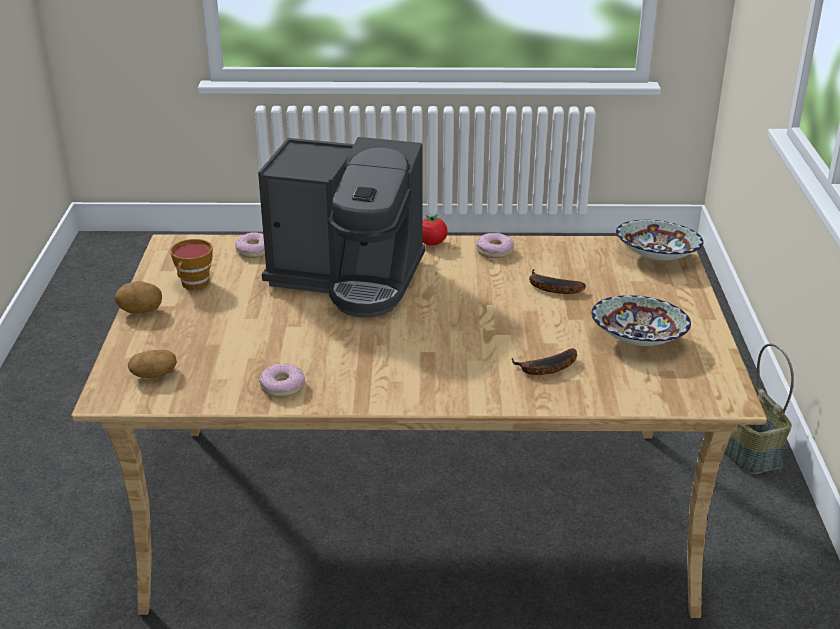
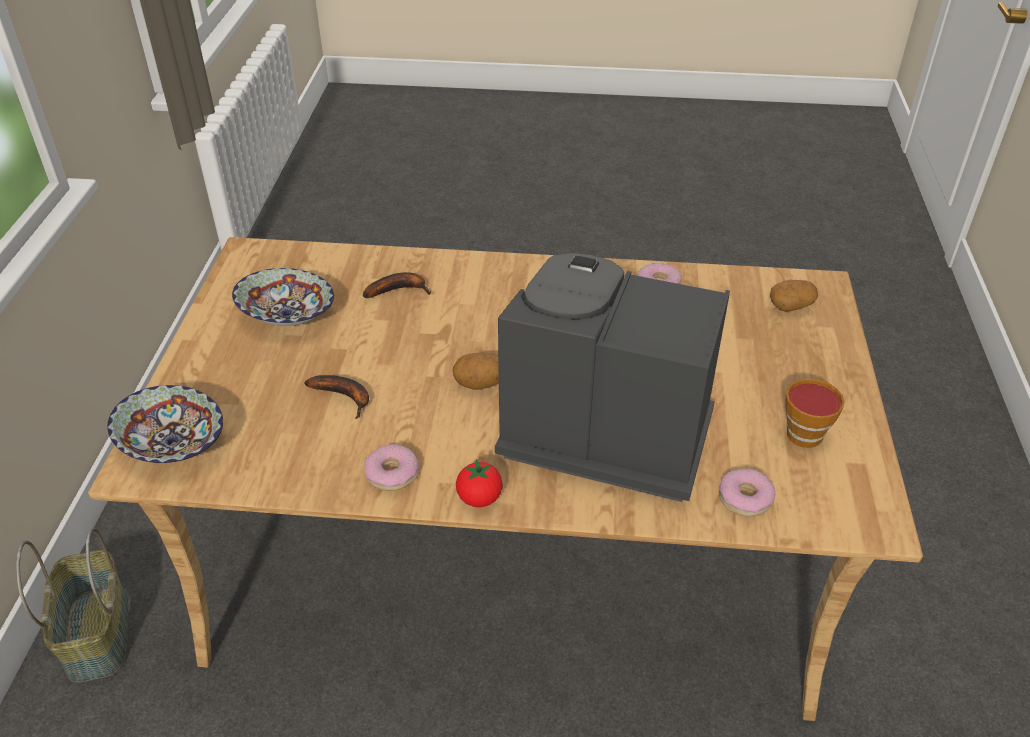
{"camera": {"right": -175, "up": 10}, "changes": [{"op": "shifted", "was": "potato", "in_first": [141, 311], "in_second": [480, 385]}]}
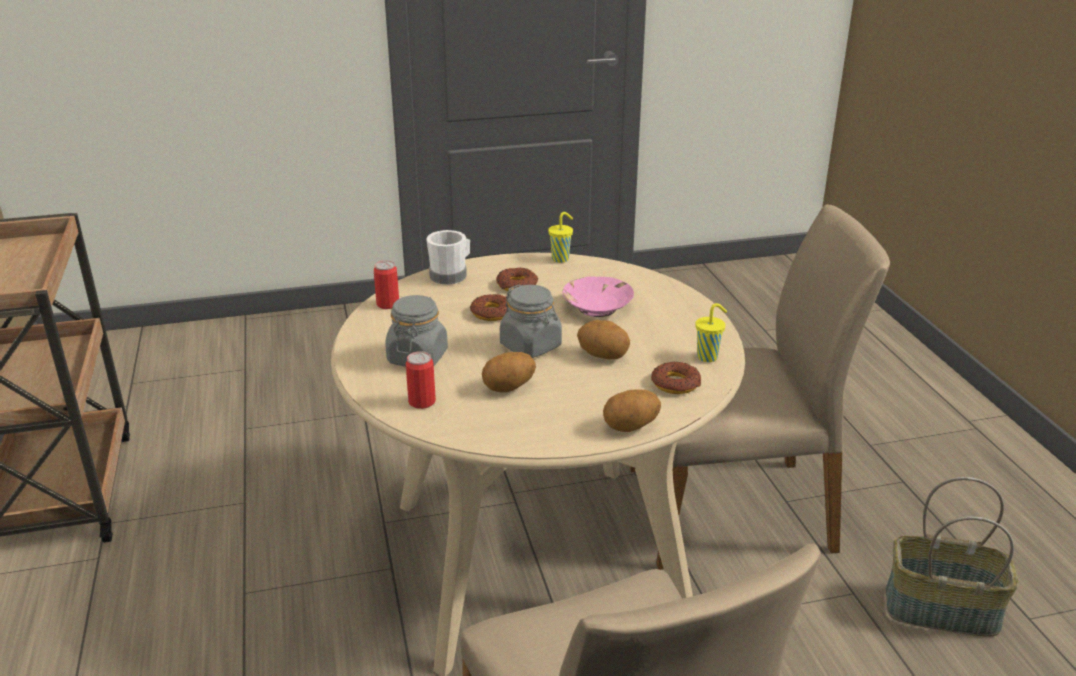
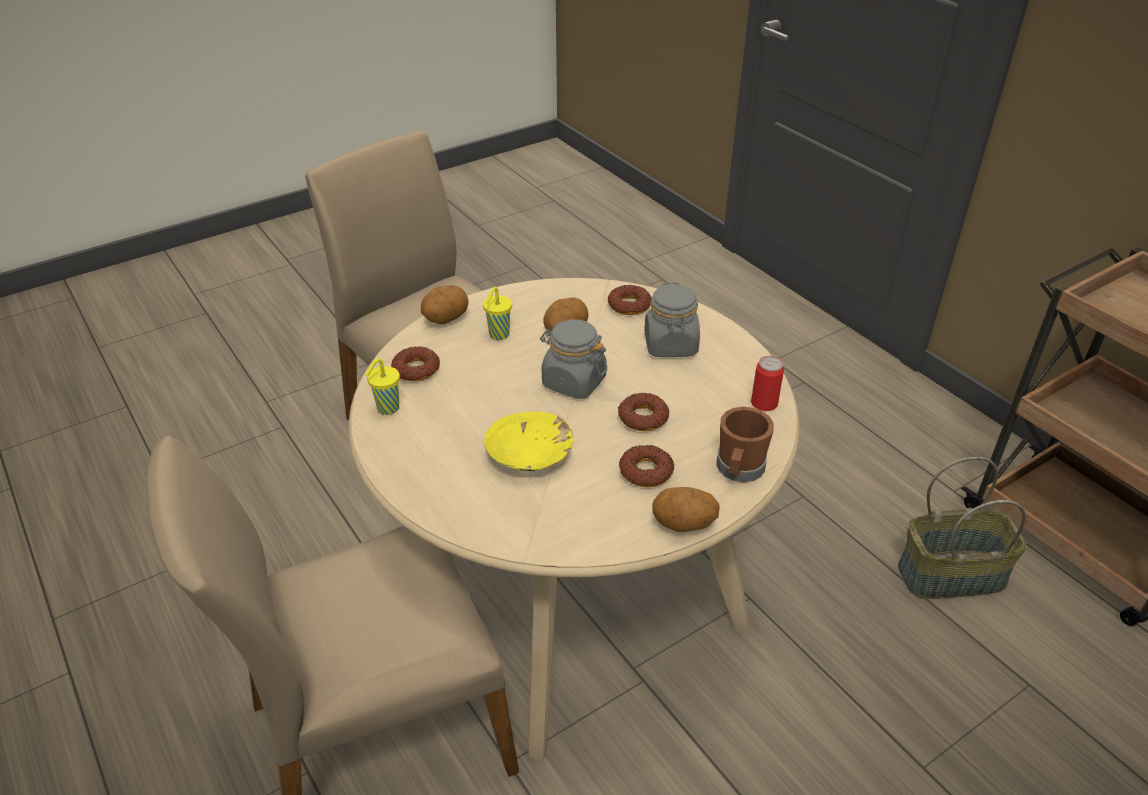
{"camera": {"right": 160, "up": 10}, "changes": [{"op": "shifted", "was": "yellow cup", "in_first": [561, 259], "in_second": [498, 335]}, {"op": "repainted", "was": "white mug", "now": "brown mug", "in_first": [451, 275], "in_second": [738, 470]}, {"op": "repainted", "was": "pink bowl", "now": "yellow bowl", "in_first": [597, 307], "in_second": [530, 455]}, {"op": "shifted", "was": "potato", "in_first": [603, 355], "in_second": [683, 525]}, {"op": "swapped", "was": "can", "now": "donut", "in_first": [422, 402], "in_second": [629, 305]}, {"op": "shifted", "was": "basket", "in_first": [940, 611], "in_second": [951, 574]}]}
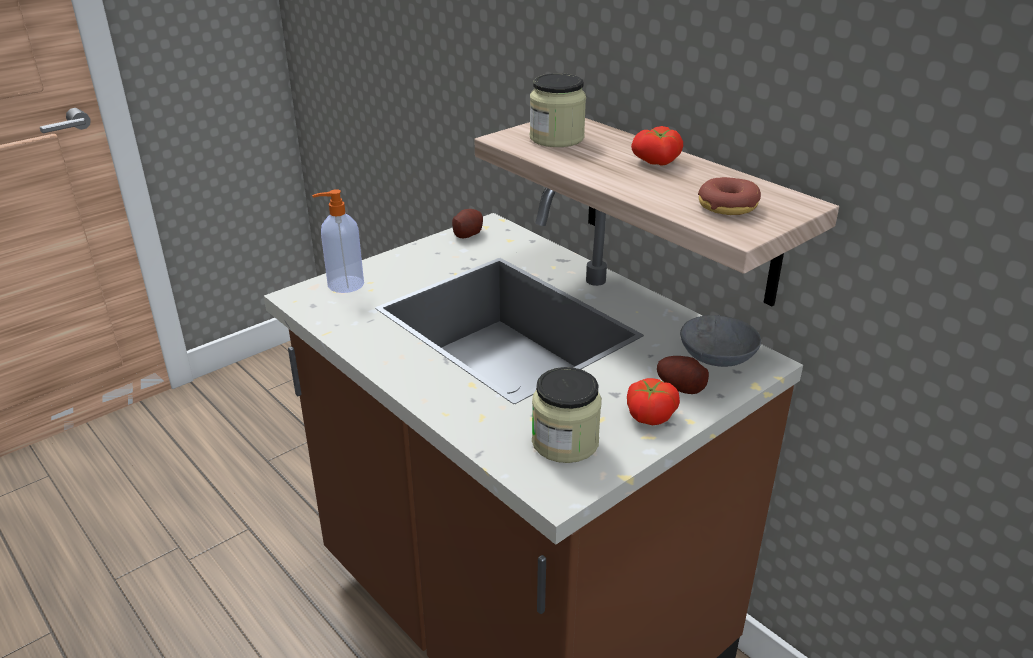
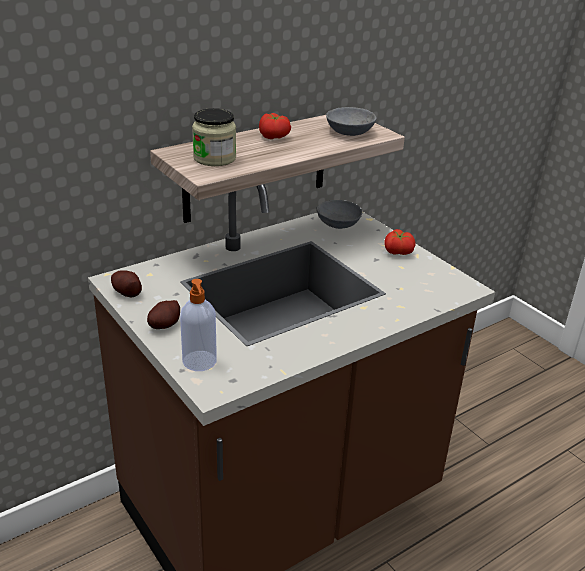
{"camera": {"right": -85, "up": 0}, "changes": [{"op": "swapped", "was": "donut", "now": "grey bowl", "in_first": [727, 206], "in_second": [348, 131]}, {"op": "shifted", "was": "potato", "in_first": [680, 387], "in_second": [164, 325]}, {"op": "gone", "was": "jar", "in_first": [565, 442]}]}
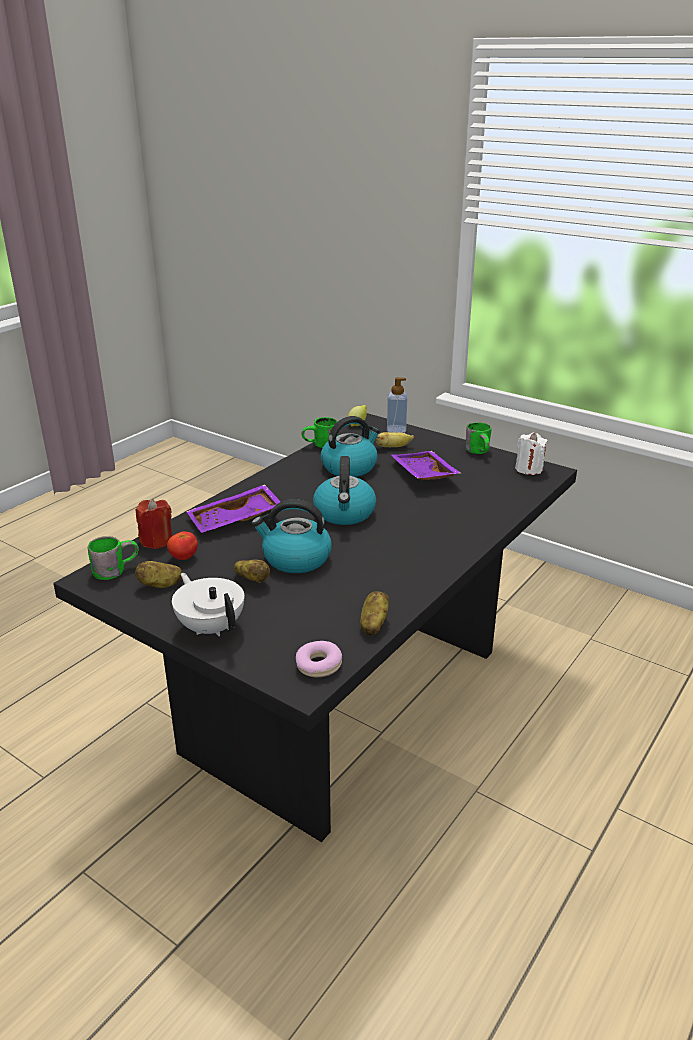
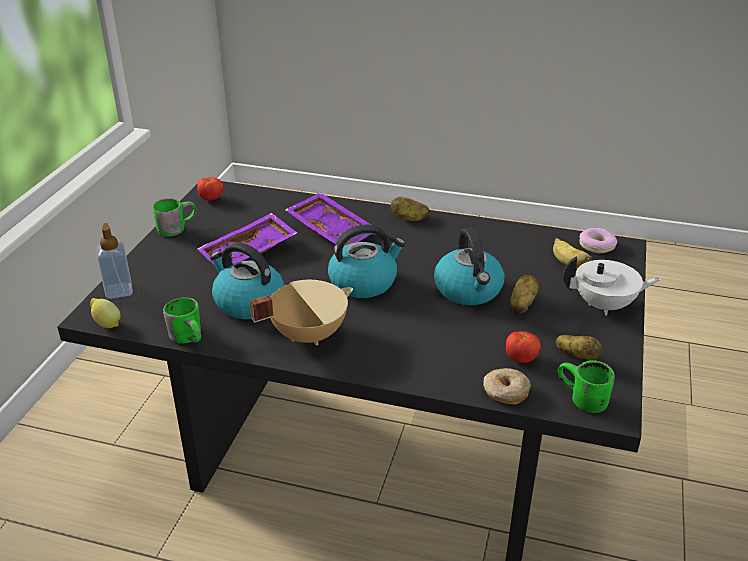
{"camera": {"right": -110, "up": 5}, "changes": [{"op": "shifted", "was": "banana", "in_first": [393, 447], "in_second": [567, 263]}, {"op": "swapped", "was": "white candle", "now": "tomato", "in_first": [529, 469], "in_second": [211, 199]}, {"op": "shifted", "was": "purple tray", "in_first": [235, 520], "in_second": [333, 230]}, {"op": "swapped", "was": "red candle", "now": "donut", "in_first": [156, 540], "in_second": [505, 392]}, {"op": "rotated", "was": "white teapot", "in_first": [211, 627], "in_second": [604, 305], "clockwise": -120}, {"op": "shifted", "was": "potato", "in_first": [373, 624], "in_second": [409, 218]}, {"op": "new", "now": "beige cooking pot", "in_second": [307, 334]}]}
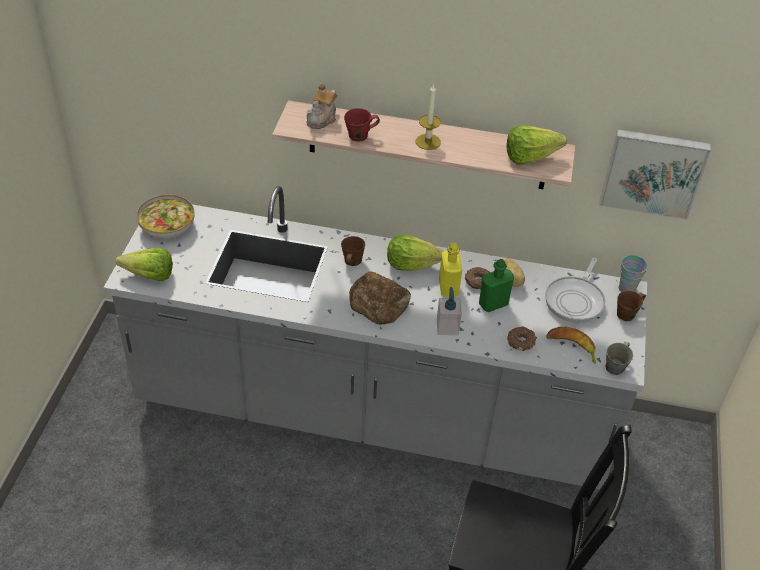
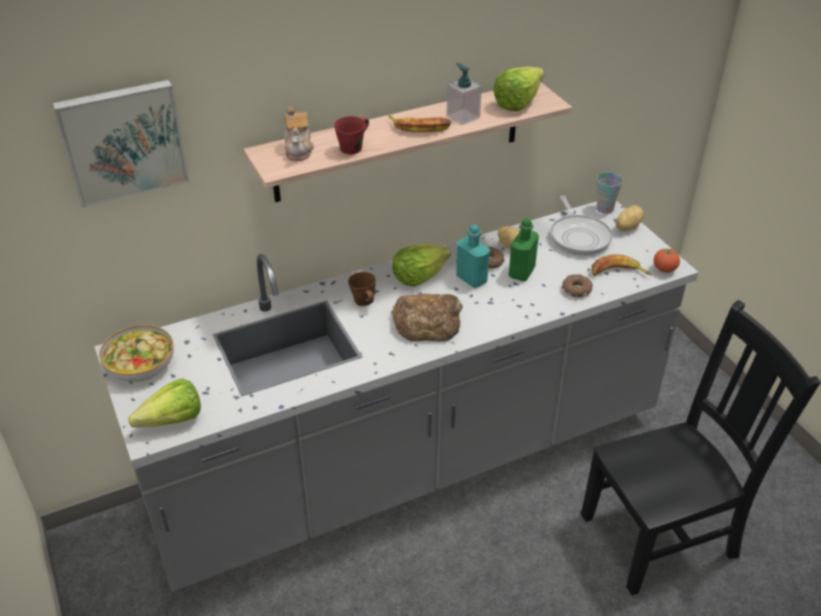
{"camera": {"right": -35, "up": -5}, "changes": [{"op": "swapped", "was": "candle", "now": "banana", "in_first": [428, 142], "in_second": [419, 127]}, {"op": "shifted", "was": "picture", "in_first": [653, 172], "in_second": [123, 141]}, {"op": "repainted", "was": "yellow bottle", "now": "turquoise bottle", "in_first": [448, 288], "in_second": [471, 279]}, {"op": "shifted", "was": "soap dispenser", "in_first": [447, 327], "in_second": [463, 117]}, {"op": "swapped", "was": "brown mug", "now": "potato", "in_first": [626, 314], "in_second": [626, 227]}, {"op": "swapped", "was": "grey mug", "now": "tomato", "in_first": [615, 367], "in_second": [664, 269]}]}
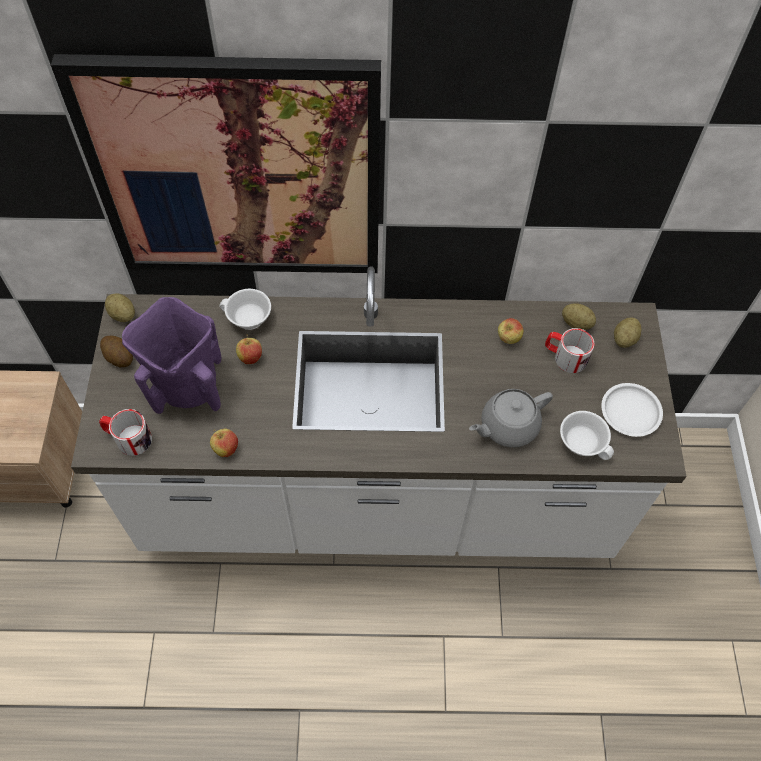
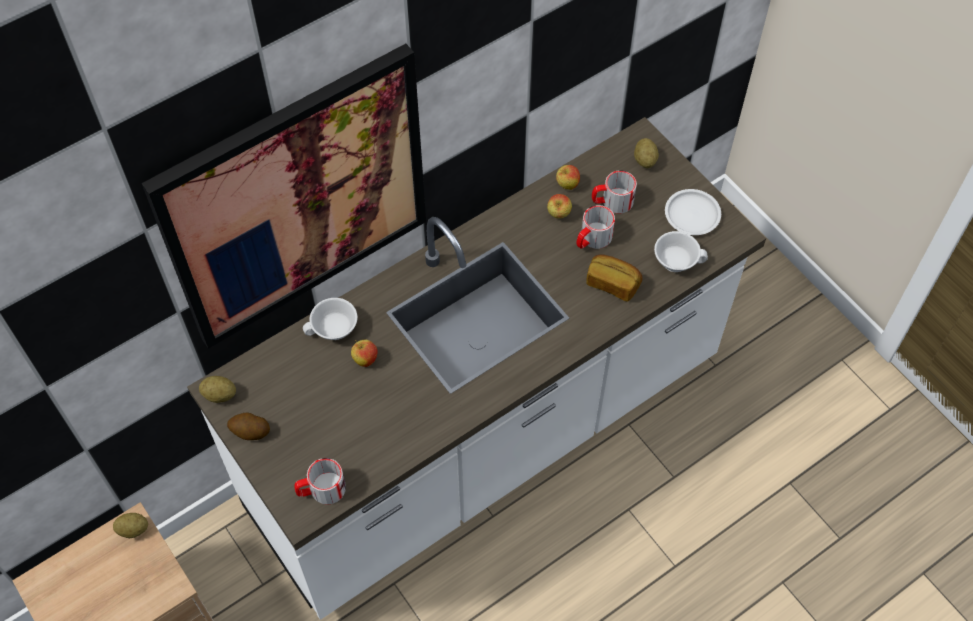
{"camera": {"right": -35, "up": 0}, "changes": [{"op": "gone", "was": "purple vase", "in_first": [186, 385]}, {"op": "shifted", "was": "potato", "in_first": [576, 323], "in_second": [133, 529]}, {"op": "swapped", "was": "grey teapot", "now": "bread", "in_first": [507, 426], "in_second": [613, 283]}, {"op": "shifted", "was": "apple", "in_first": [226, 449], "in_second": [567, 185]}, {"op": "new", "now": "mug", "in_second": [592, 239]}]}
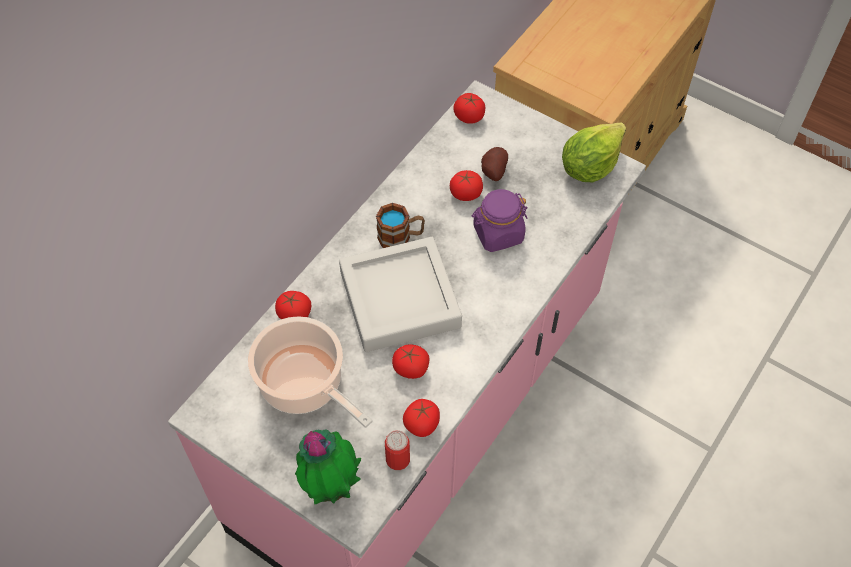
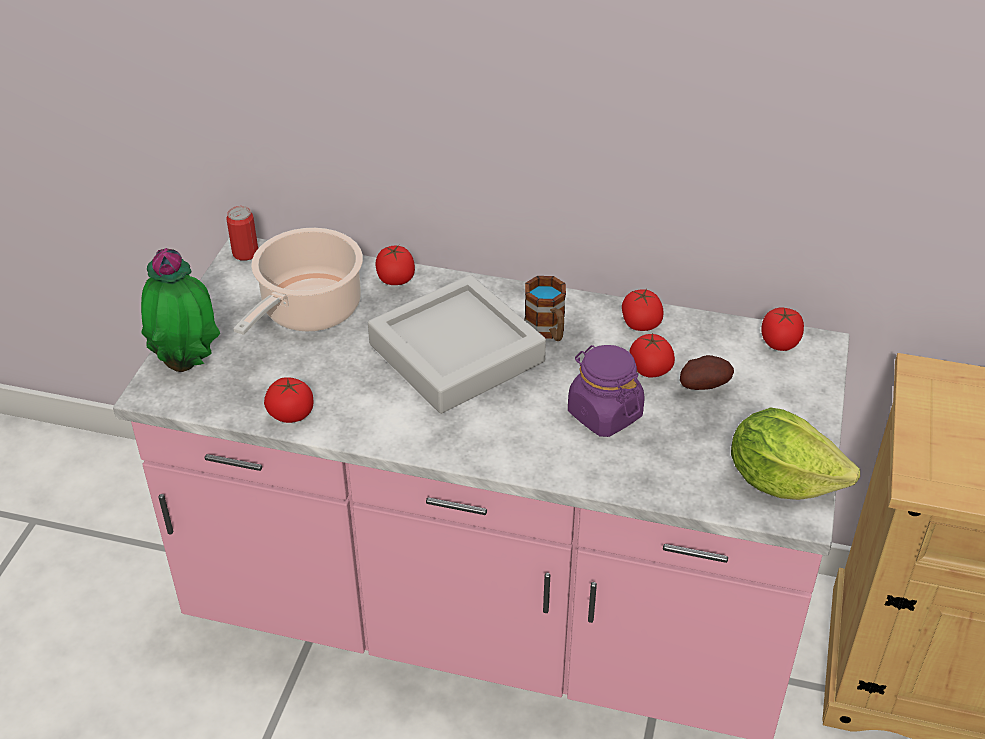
{"camera": {"right": 70, "up": -15}, "changes": [{"op": "shifted", "was": "tomato", "in_first": [410, 368], "in_second": [640, 324]}, {"op": "shifted", "was": "can", "in_first": [398, 459], "in_second": [245, 253]}]}
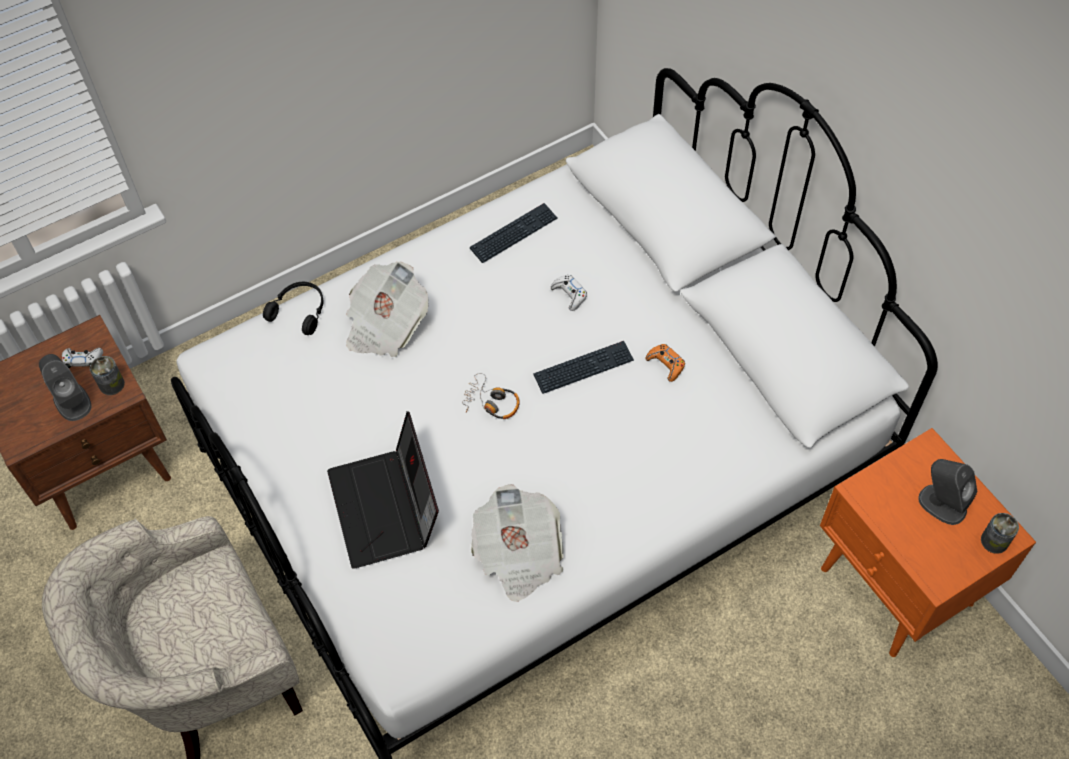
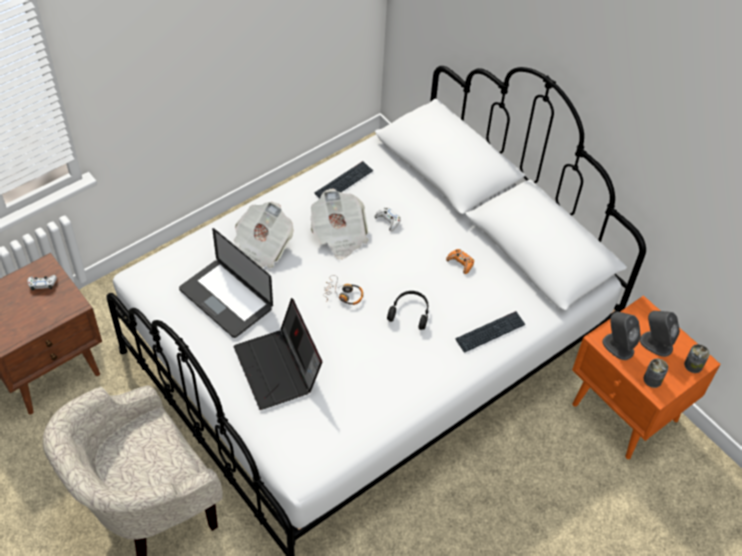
{"camera": {"right": -10, "up": -5}, "changes": [{"op": "shifted", "was": "black headphones", "in_first": [300, 311], "in_second": [410, 312]}, {"op": "shifted", "was": "keyboard", "in_first": [583, 368], "in_second": [490, 332]}, {"op": "shifted", "was": "grey speaker", "in_first": [72, 401], "in_second": [617, 346]}, {"op": "shifted", "was": "can", "in_first": [112, 384], "in_second": [652, 379]}, {"op": "shifted", "was": "newspaper", "in_first": [518, 555], "in_second": [339, 235]}, {"op": "new", "now": "laptop", "in_second": [226, 299]}]}
